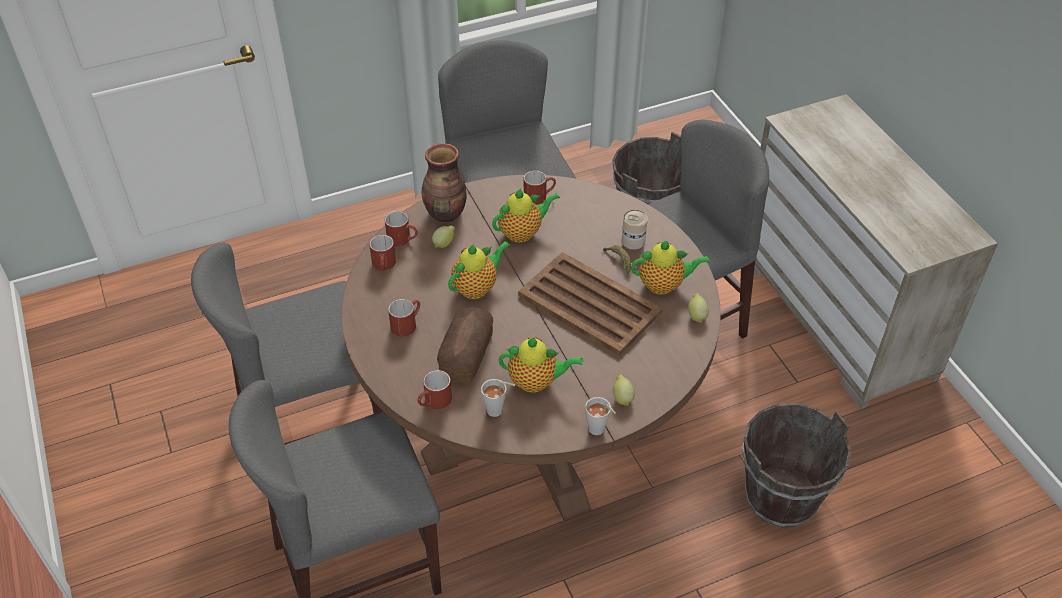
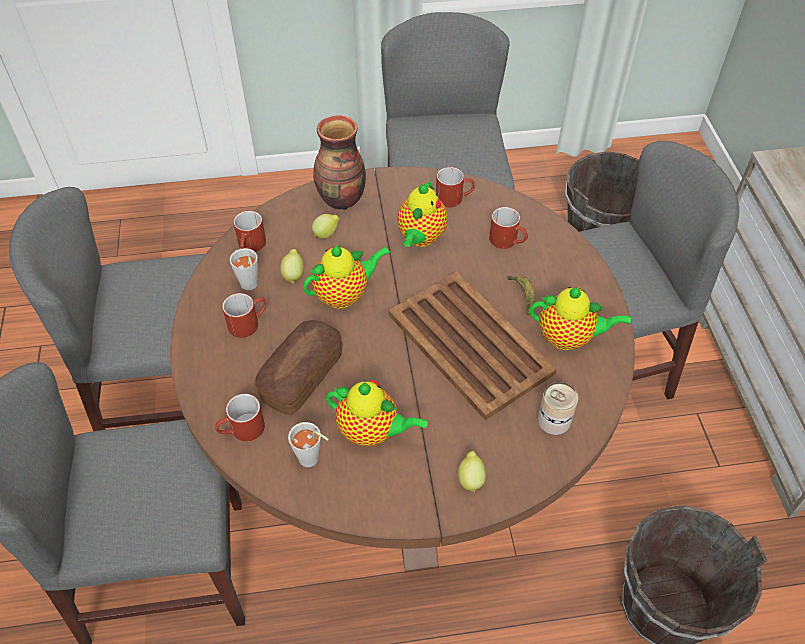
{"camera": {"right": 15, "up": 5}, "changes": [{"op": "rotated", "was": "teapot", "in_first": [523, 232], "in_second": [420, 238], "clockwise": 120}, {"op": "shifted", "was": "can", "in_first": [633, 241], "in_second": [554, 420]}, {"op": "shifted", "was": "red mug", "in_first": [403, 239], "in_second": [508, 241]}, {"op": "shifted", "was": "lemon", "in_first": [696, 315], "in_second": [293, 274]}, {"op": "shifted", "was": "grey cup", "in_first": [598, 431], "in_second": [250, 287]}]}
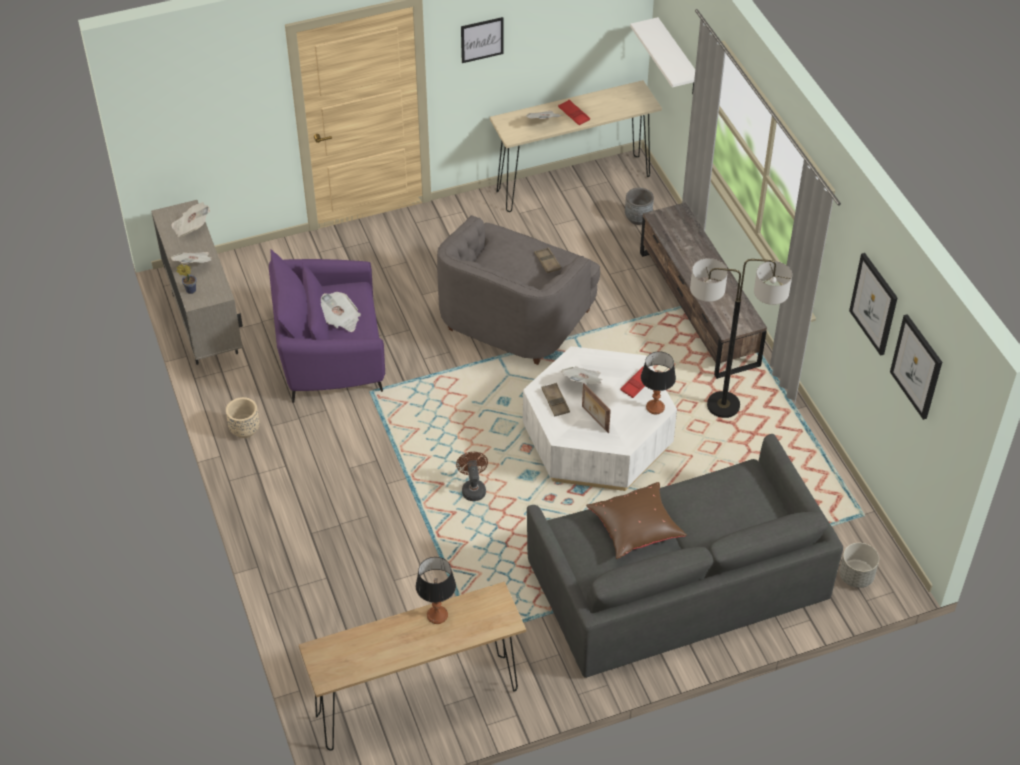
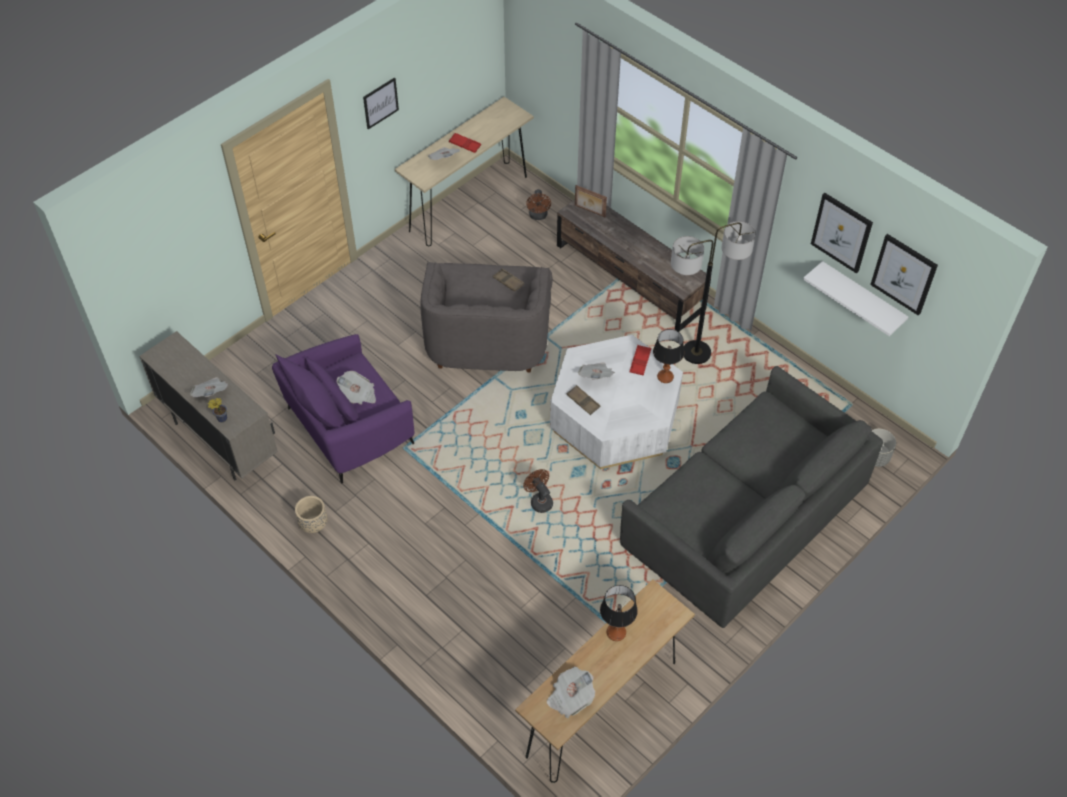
{"camera": {"right": -25, "up": 5}, "changes": [{"op": "shifted", "was": "white shelf", "in_first": [678, 58], "in_second": [861, 298]}, {"op": "swapped", "was": "grey planter", "now": "brown fan", "in_first": [638, 218], "in_second": [538, 216]}, {"op": "shifted", "was": "newspaper", "in_first": [191, 227], "in_second": [570, 697]}, {"op": "shifted", "was": "picture frame", "in_first": [594, 420], "in_second": [589, 211]}, {"op": "gone", "was": "brown pillow", "in_first": [636, 530]}]}
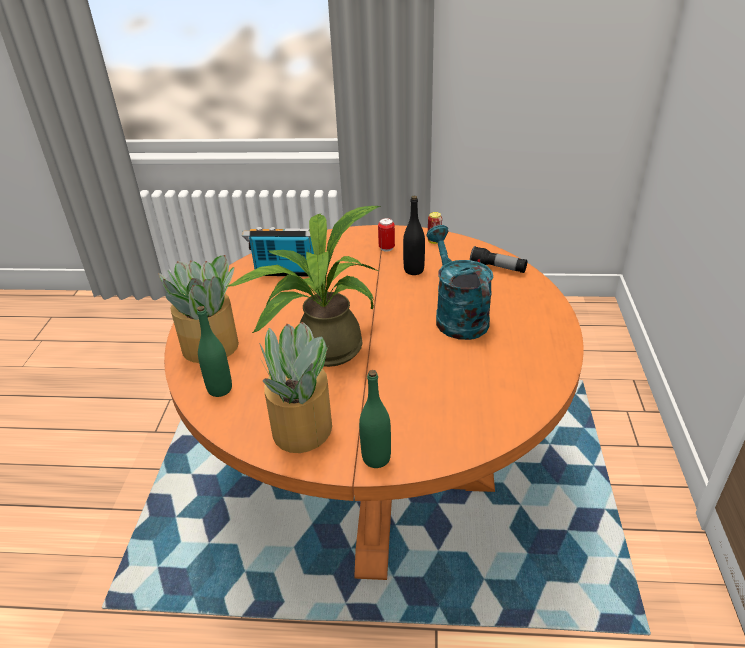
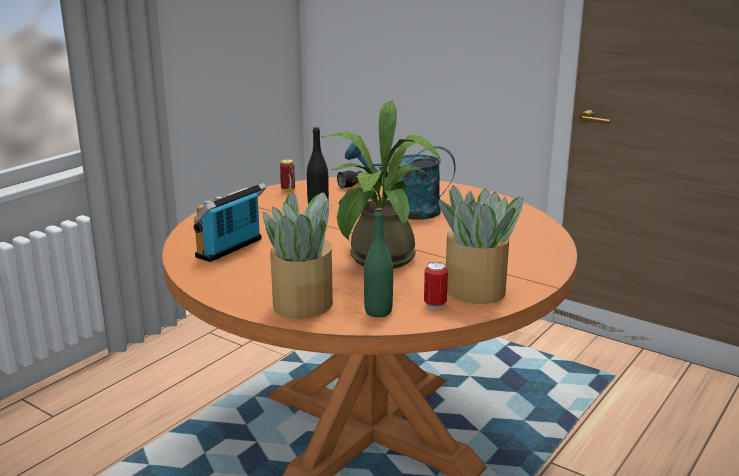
{"camera": {"right": -60, "up": -15}, "changes": [{"op": "shifted", "was": "can", "in_first": [386, 248], "in_second": [435, 304]}, {"op": "gone", "was": "green bottle", "in_first": [376, 458]}]}
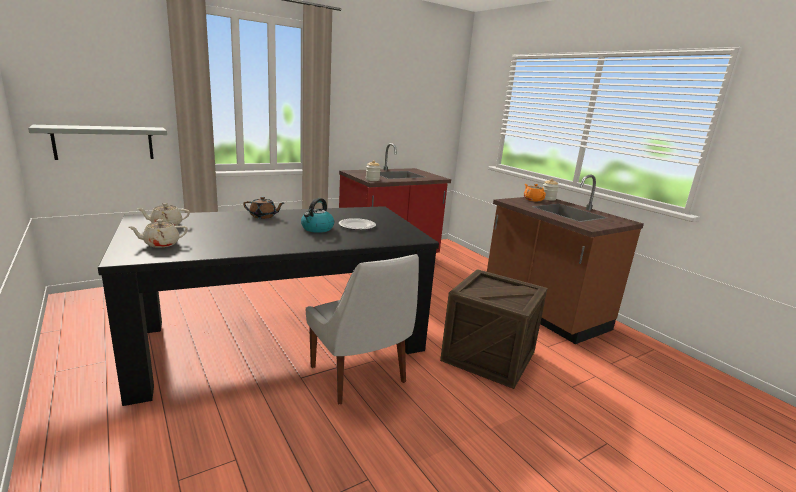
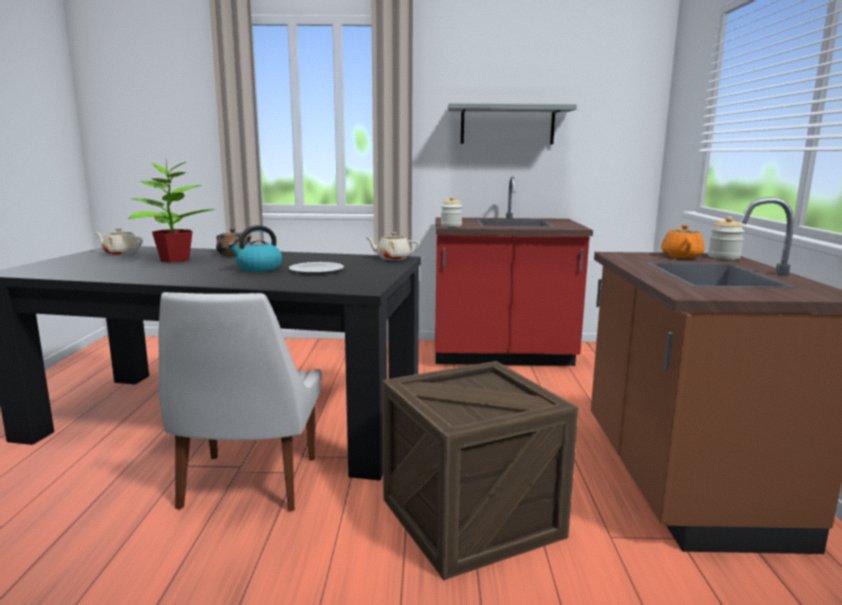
{"camera": {"right": 35, "up": -5}, "changes": [{"op": "shifted", "was": "grey shelf", "in_first": [104, 142], "in_second": [507, 125]}, {"op": "shifted", "was": "beige teapot", "in_first": [161, 244], "in_second": [392, 258]}, {"op": "new", "now": "potted plant", "in_second": [173, 259]}]}
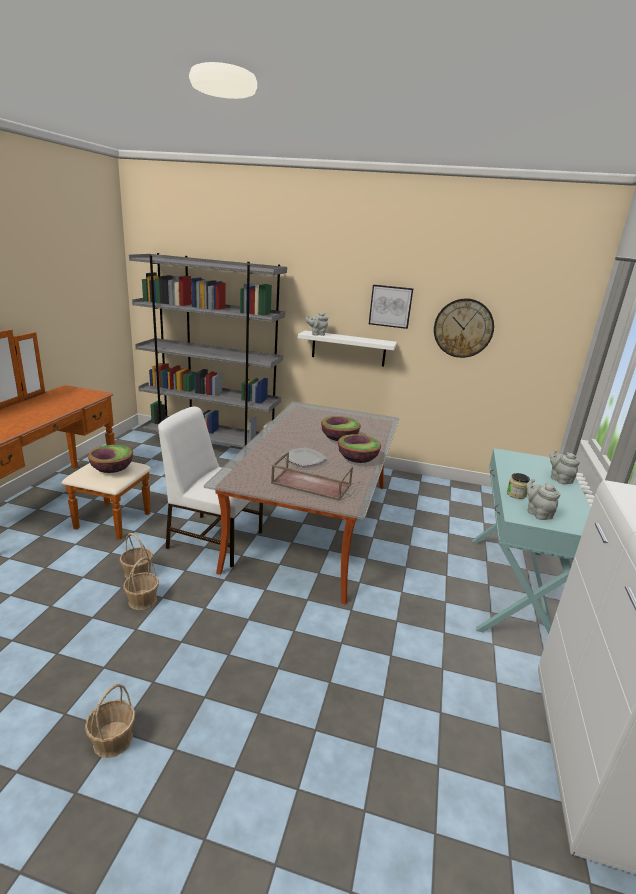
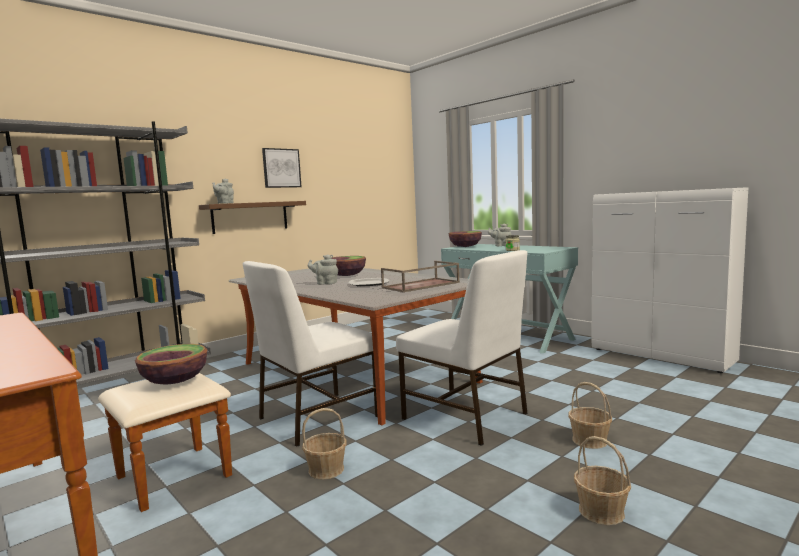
{"camera": {"right": -55, "up": -15}, "changes": [{"op": "gone", "was": "wall clock", "in_first": [463, 328]}, {"op": "repainted", "was": "white shelf", "now": "brown shelf", "in_first": [348, 348], "in_second": [250, 217]}, {"op": "shifted", "was": "bowl", "in_first": [357, 460], "in_second": [465, 247]}, {"op": "shifted", "was": "grey teapot", "in_first": [537, 513], "in_second": [325, 283]}, {"op": "shifted", "was": "basket", "in_first": [142, 600], "in_second": [589, 440]}, {"op": "new", "now": "white chair", "in_second": [466, 417]}]}
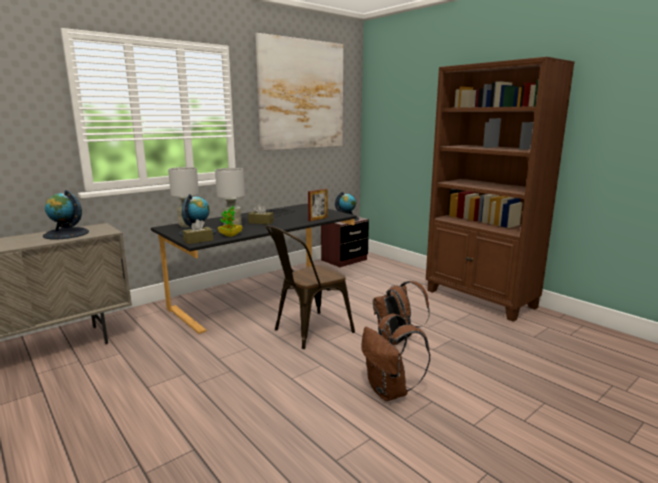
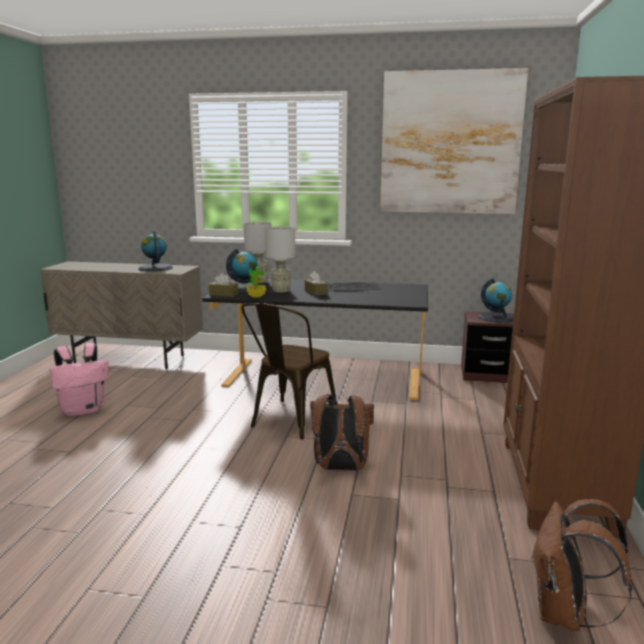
{"camera": {"right": 50, "up": 0}, "changes": [{"op": "gone", "was": "picture frame", "in_first": [318, 219]}, {"op": "rotated", "was": "brown chair", "in_first": [308, 331], "in_second": [289, 421], "clockwise": -75}, {"op": "shifted", "was": "brown backpack", "in_first": [390, 391], "in_second": [565, 614]}, {"op": "new", "now": "pink backpack", "in_second": [83, 410]}]}
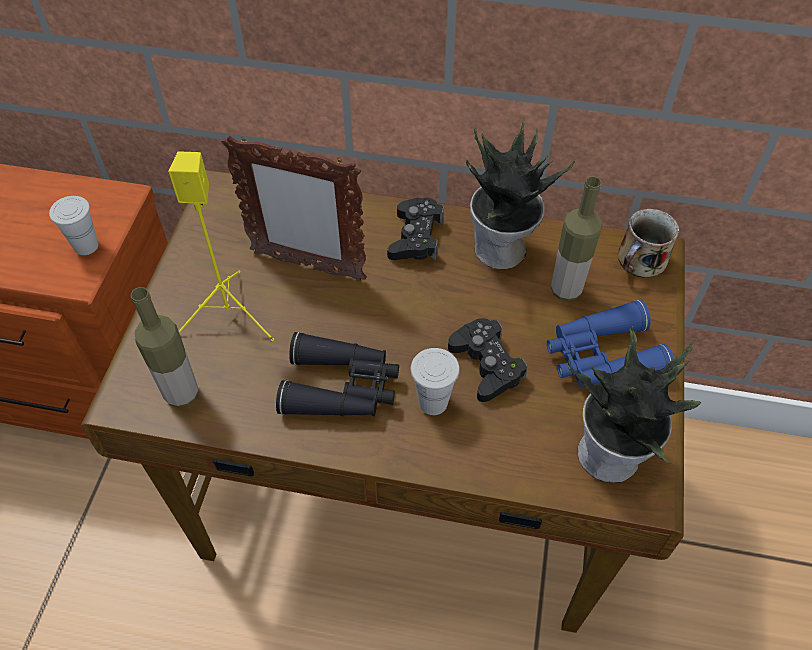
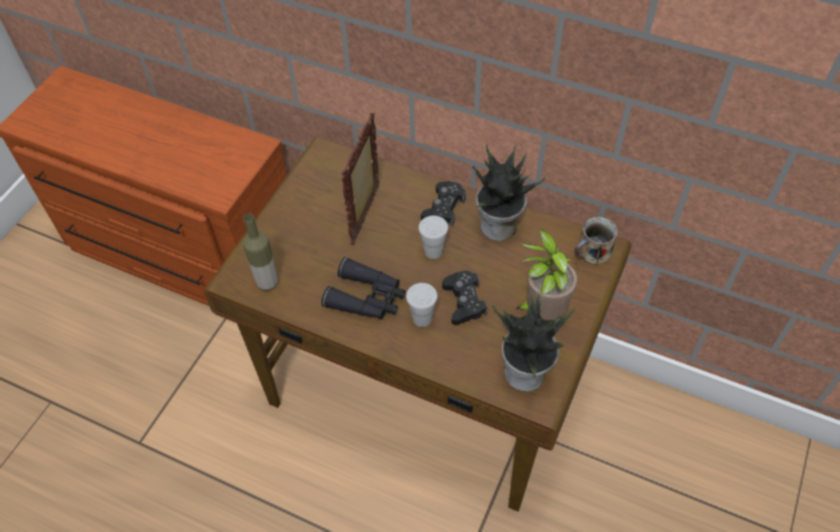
{"camera": {"right": 15, "up": 0}, "changes": [{"op": "rotated", "was": "picture frame", "in_first": [307, 265], "in_second": [366, 215], "clockwise": 75}, {"op": "gone", "was": "yellow speaker", "in_first": [230, 315]}, {"op": "gone", "was": "bottle", "in_first": [566, 290]}, {"op": "shifted", "was": "white cup", "in_first": [86, 246], "in_second": [433, 251]}, {"op": "swapped", "was": "blue binoculars", "now": "potted plant", "in_first": [601, 357], "in_second": [542, 311]}]}
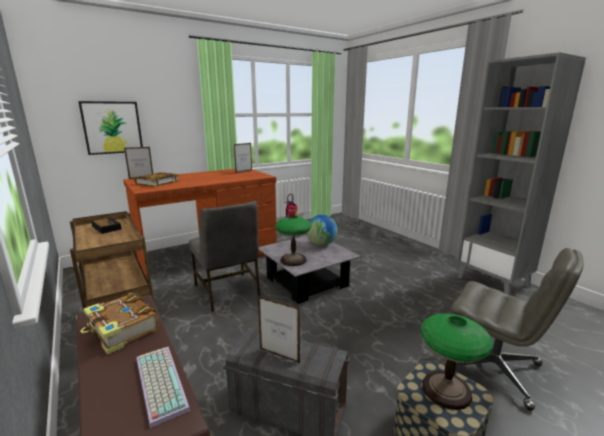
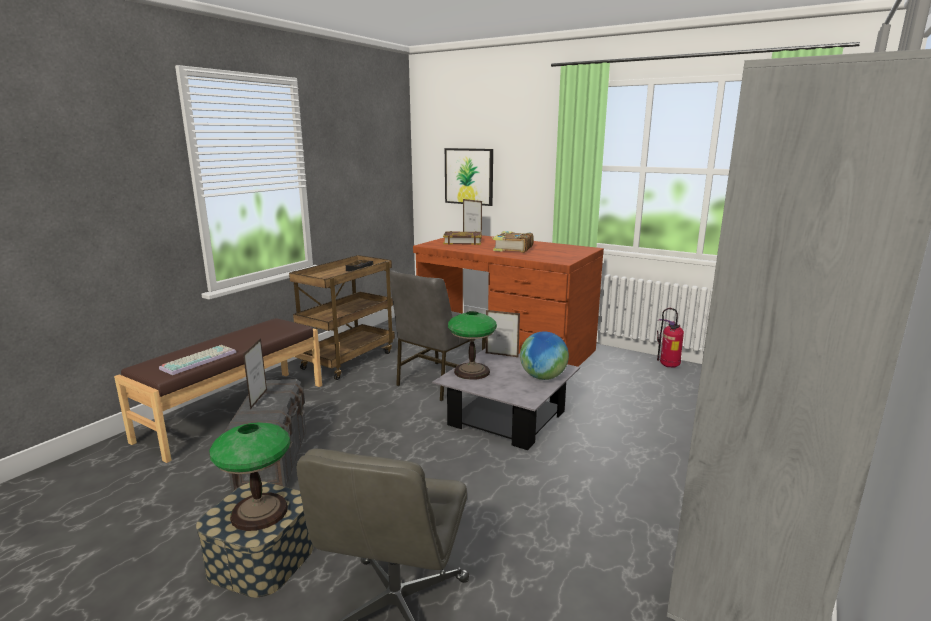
{"camera": {"right": 65, "up": 0}, "changes": [{"op": "shifted", "was": "picture frame", "in_first": [244, 171], "in_second": [502, 355]}, {"op": "shifted", "was": "book", "in_first": [122, 330], "in_second": [512, 249]}]}
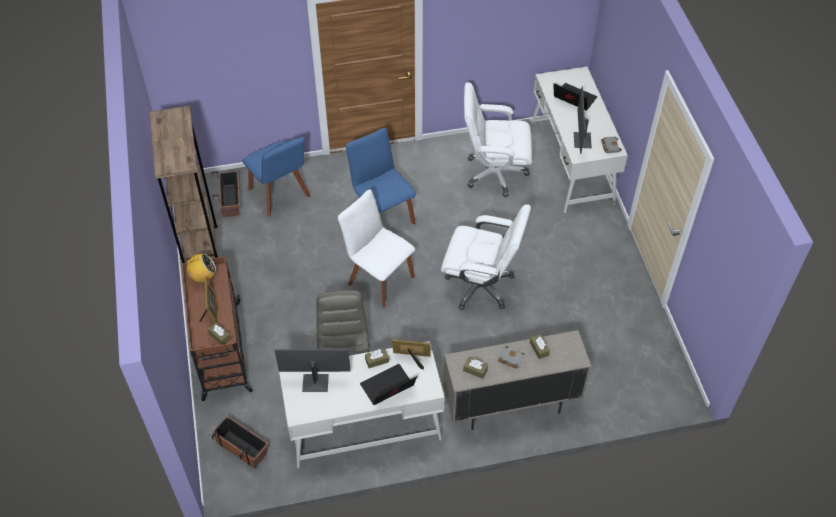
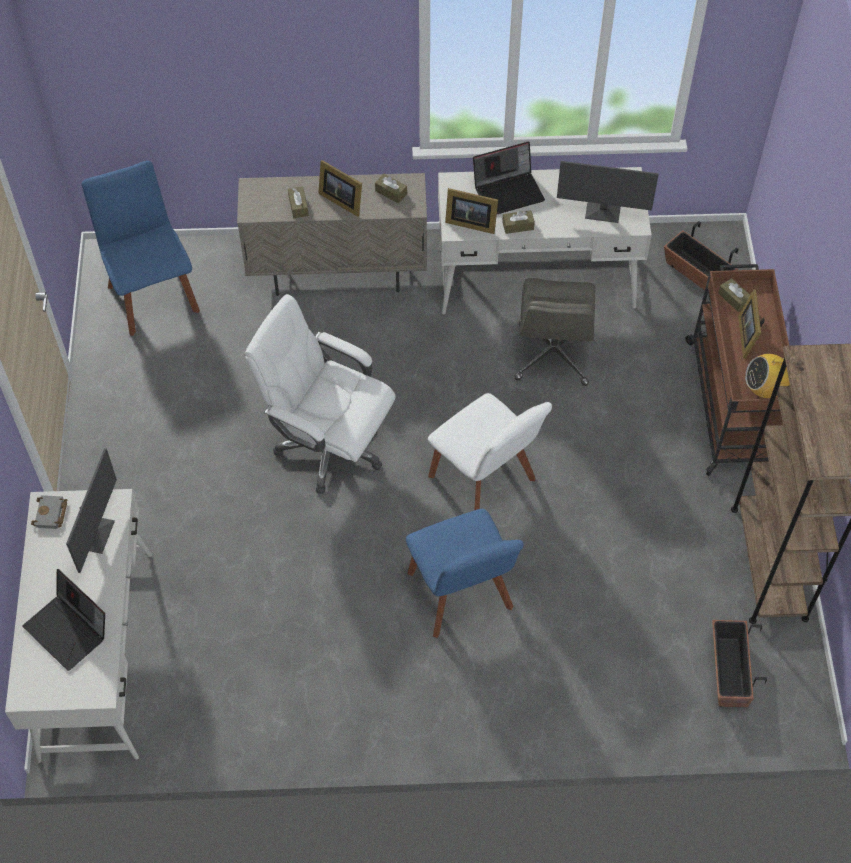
{"camera": {"right": -170, "up": 5}, "changes": [{"op": "gone", "was": "white office chair", "in_first": [494, 173]}, {"op": "shifted", "was": "blue chair", "in_first": [280, 194], "in_second": [152, 295]}, {"op": "swapped", "was": "grey book", "now": "picture frame", "in_first": [510, 359], "in_second": [341, 199]}]}
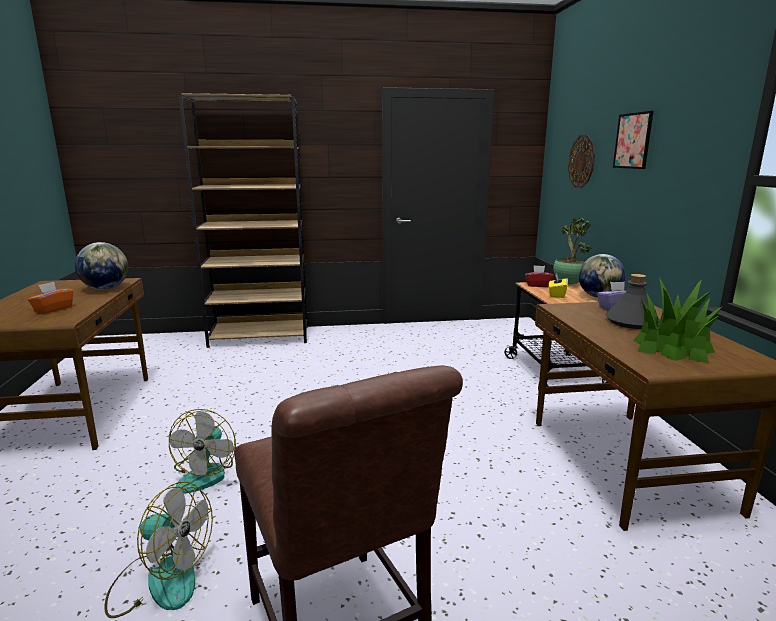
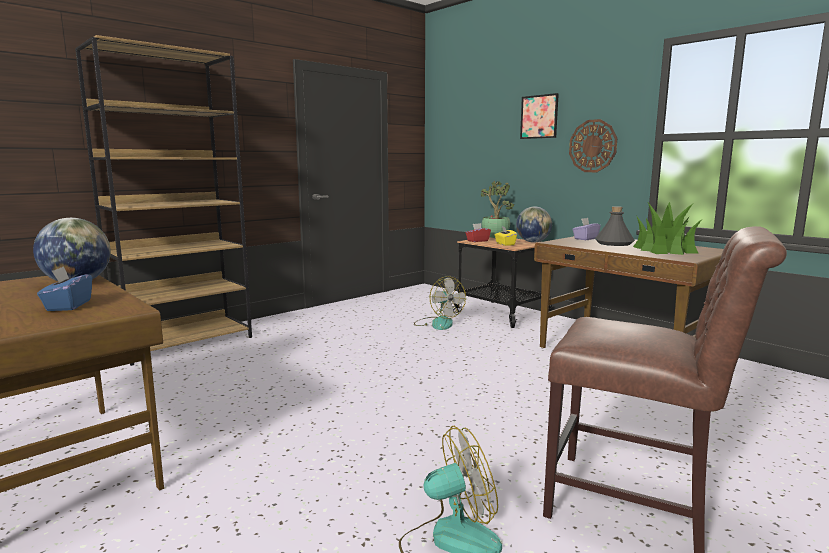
{"camera": {"right": -35, "up": -5}, "changes": [{"op": "shifted", "was": "wall clock", "in_first": [581, 161], "in_second": [593, 146]}, {"op": "repainted", "was": "orange tissue box", "now": "blue tissue box", "in_first": [53, 309], "in_second": [68, 306]}, {"op": "shifted", "was": "fan", "in_first": [206, 473], "in_second": [438, 323]}]}
